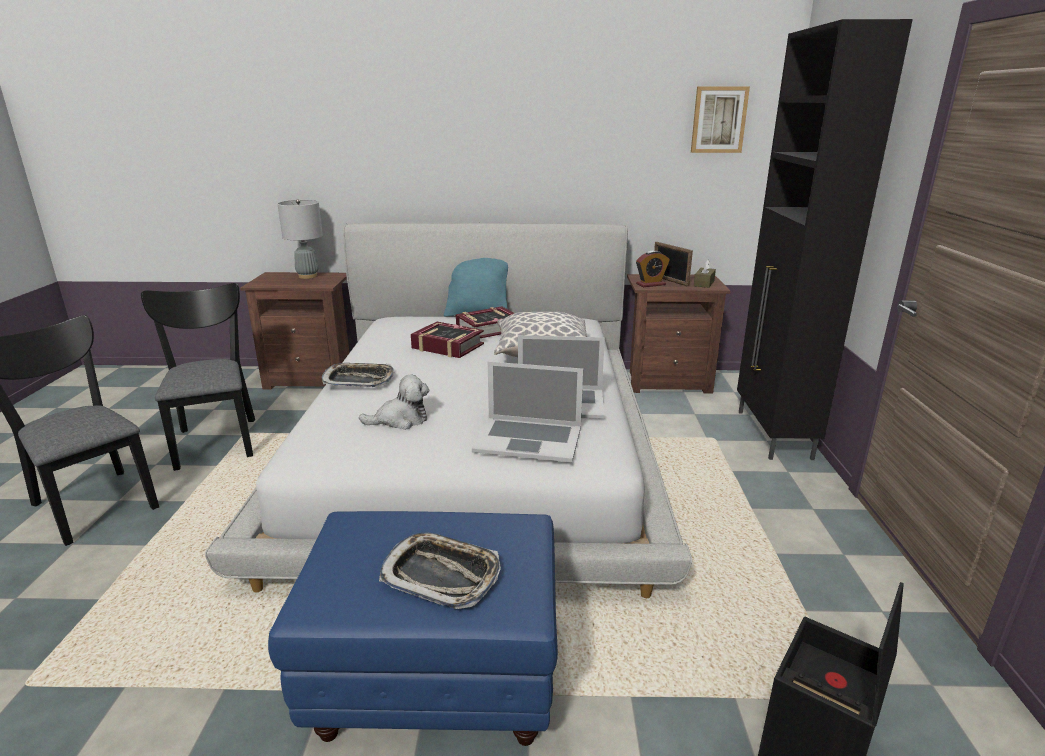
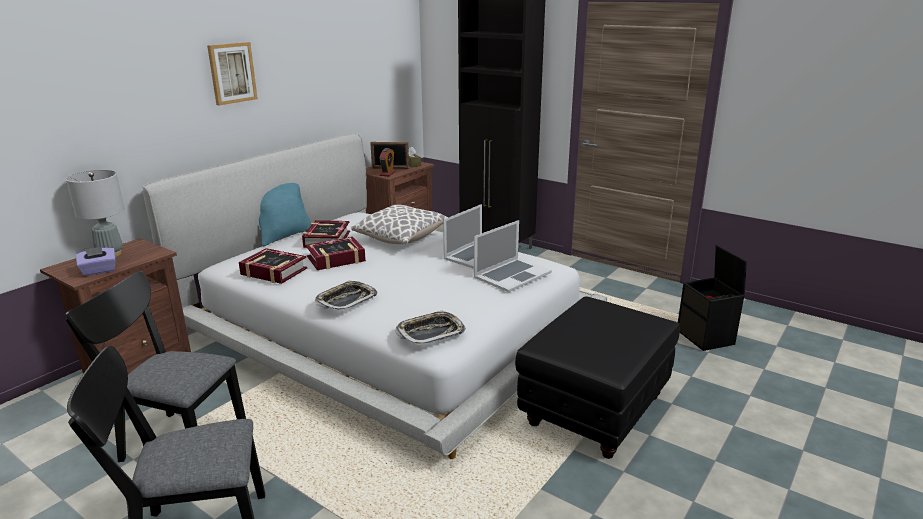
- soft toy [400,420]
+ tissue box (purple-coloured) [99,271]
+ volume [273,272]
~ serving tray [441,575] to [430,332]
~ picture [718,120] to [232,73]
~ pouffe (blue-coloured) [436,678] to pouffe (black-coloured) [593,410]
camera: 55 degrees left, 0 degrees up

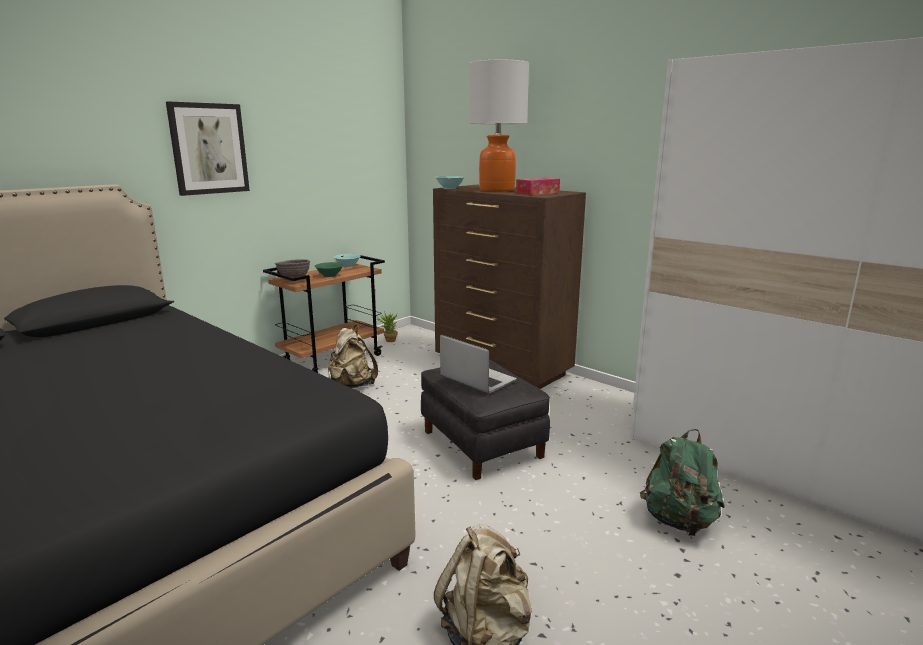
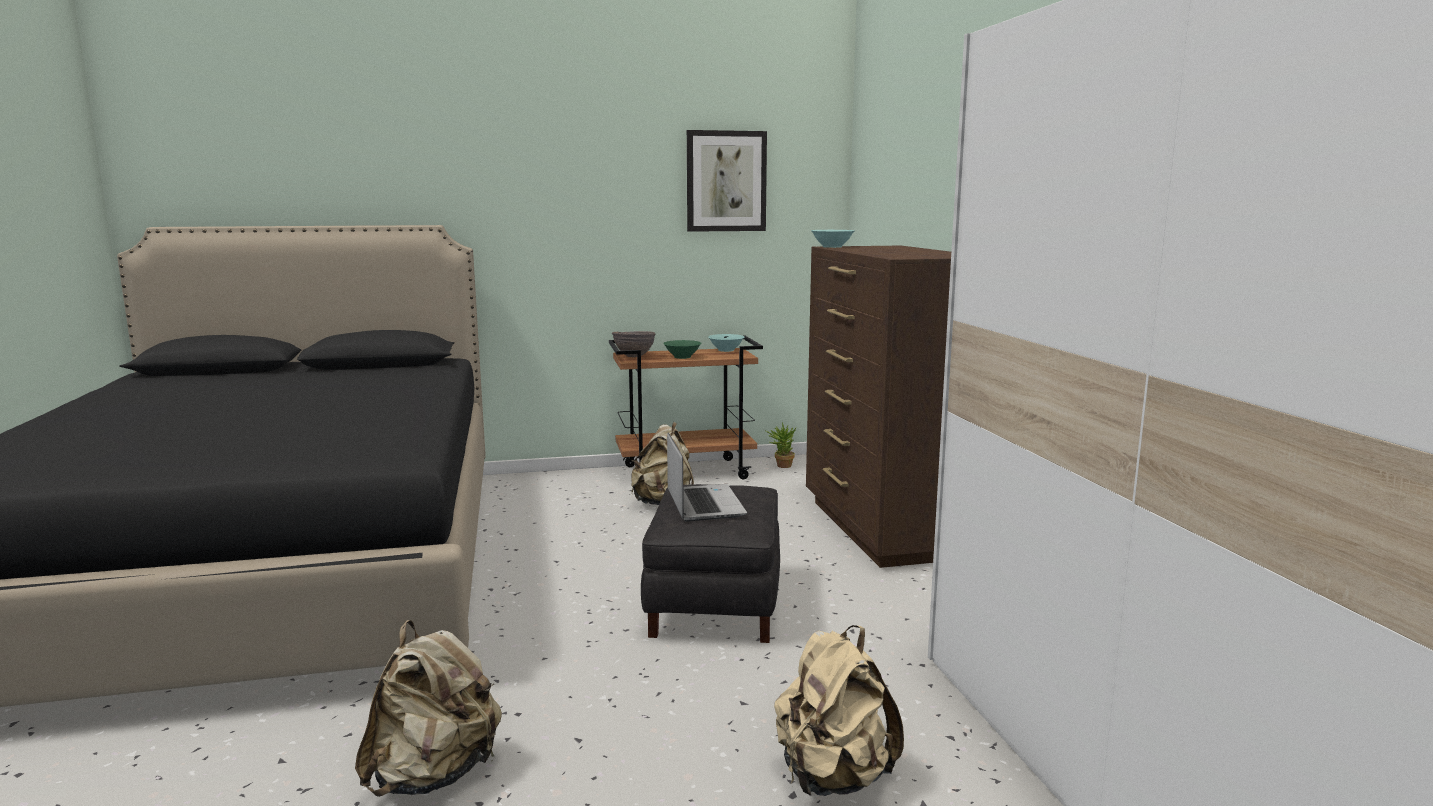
- tabletop lamp [497,190]
- tissue box [537,193]
~ picture [209,149] to [726,181]
~ rucksack (green-coloured) [679,521] to rucksack (beige) [833,777]
camera: 35 degrees right, 5 degrees down

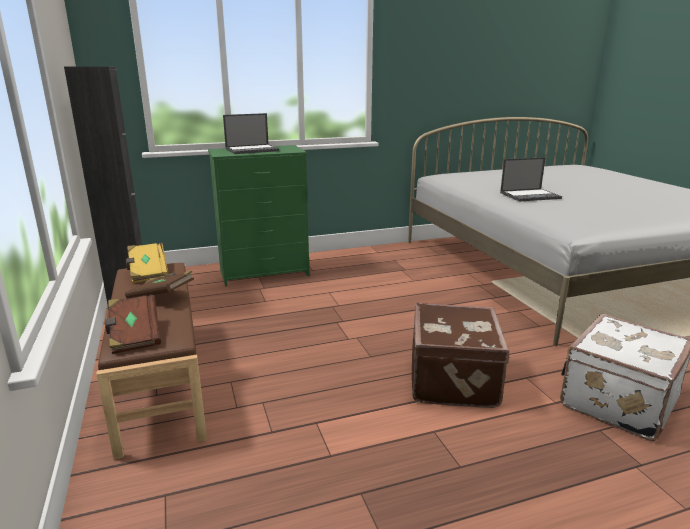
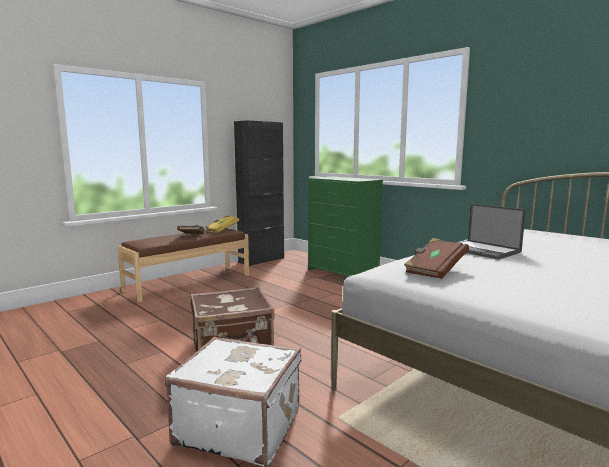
- portable computer [252,150]
~ volume (brown) [134,336] to [434,270]
camera: 65 degrees right, 10 degrees down

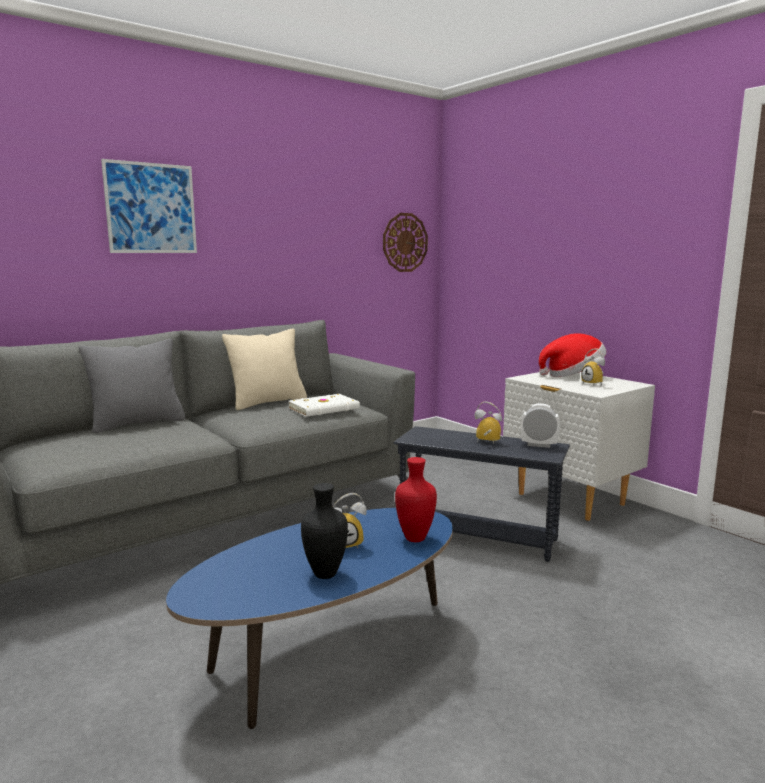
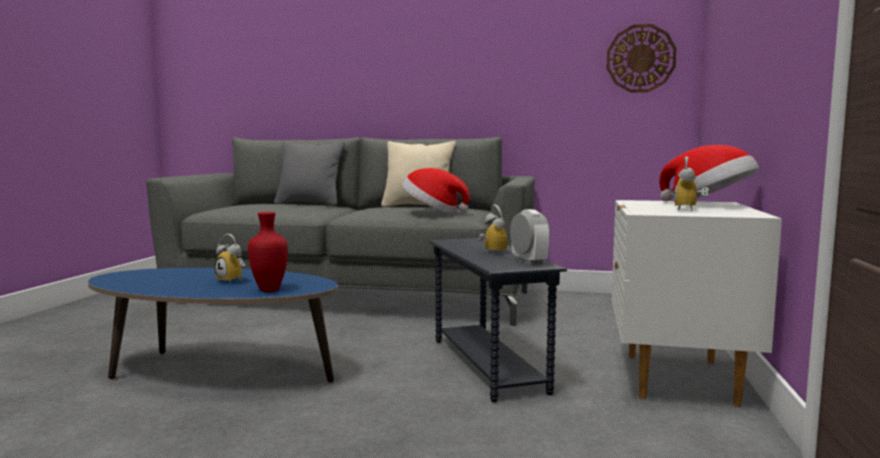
- picture [151,208]
- flower vase (black-coloured) [325,573]
~ volume (white) [325,409] to clothing hat [432,212]
camera: 50 degrees right, 5 degrees down

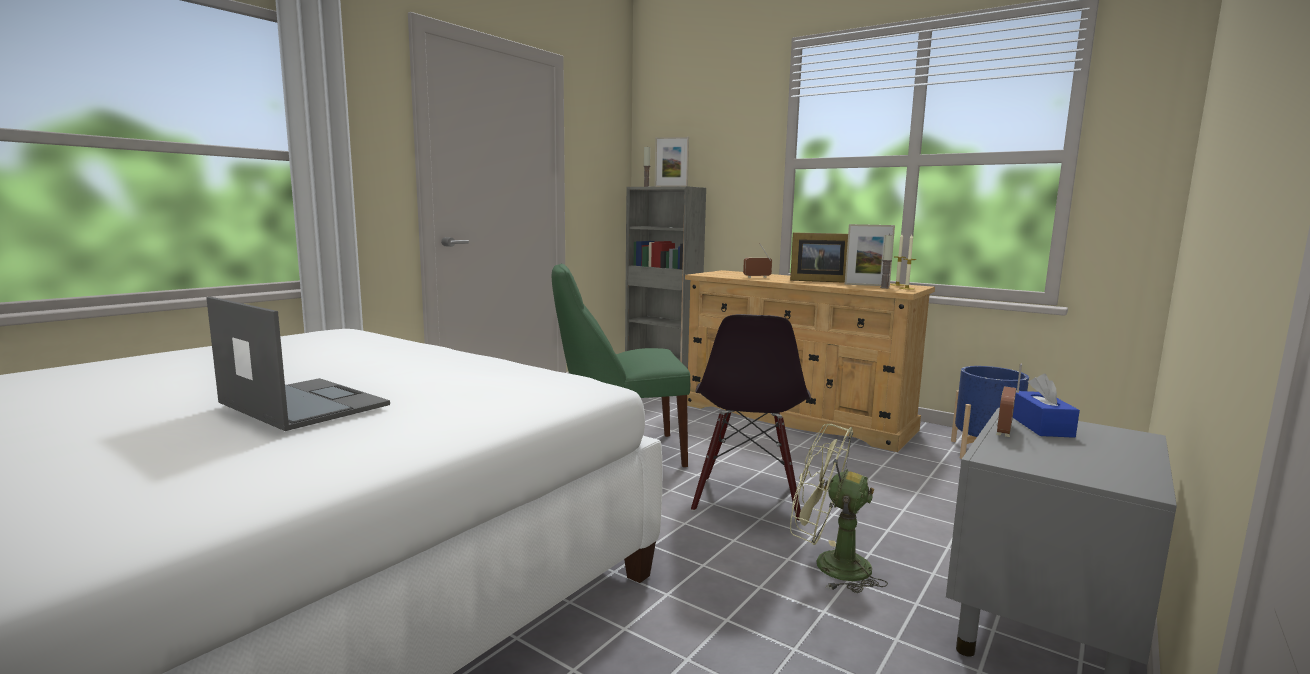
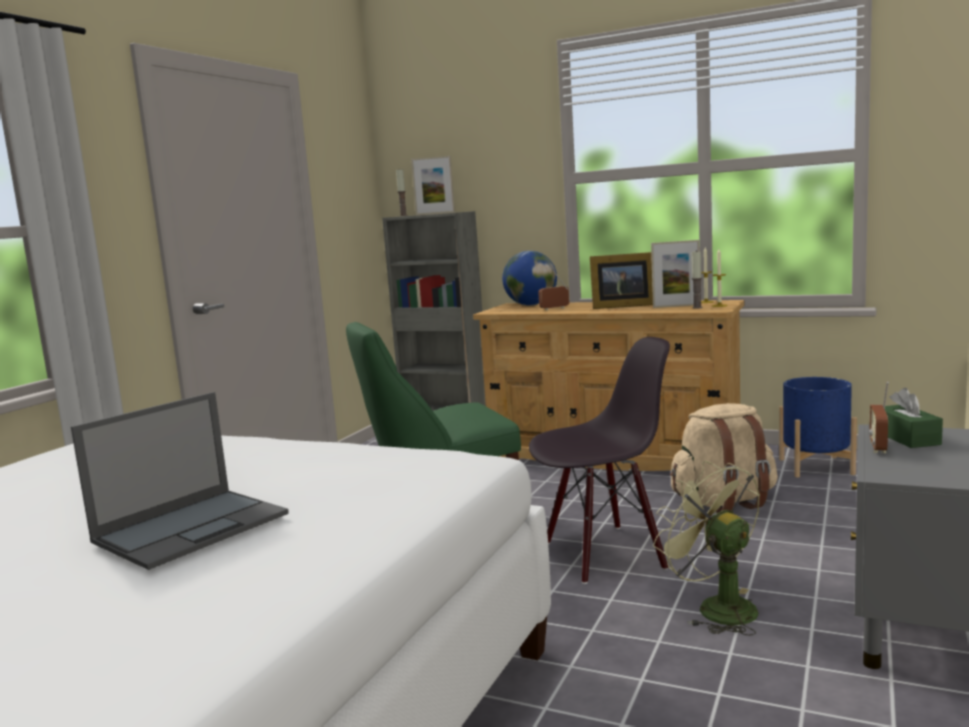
+ desk globe [531,305]
+ rucksack (beige) [725,502]
~ tissue box (blue-coloured) [1041,426] to tissue box (green-coloured) [907,438]
~ portable computer [302,404] = [193,527] 105 degrees clockwise
~ plain chair (black-coloured) [747,499] = [604,554] 105 degrees counterclockwise
~ electric fan (green-coloured) [829,565] = [716,607] 45 degrees clockwise
camera: 10 degrees left, 0 degrees up

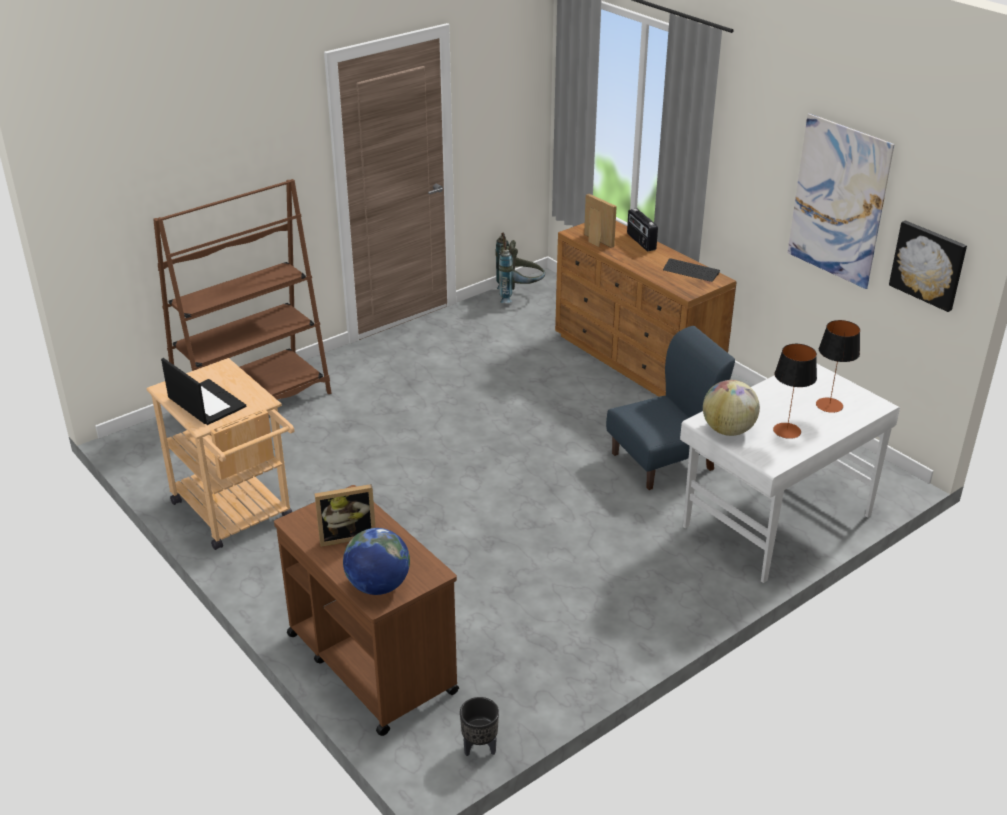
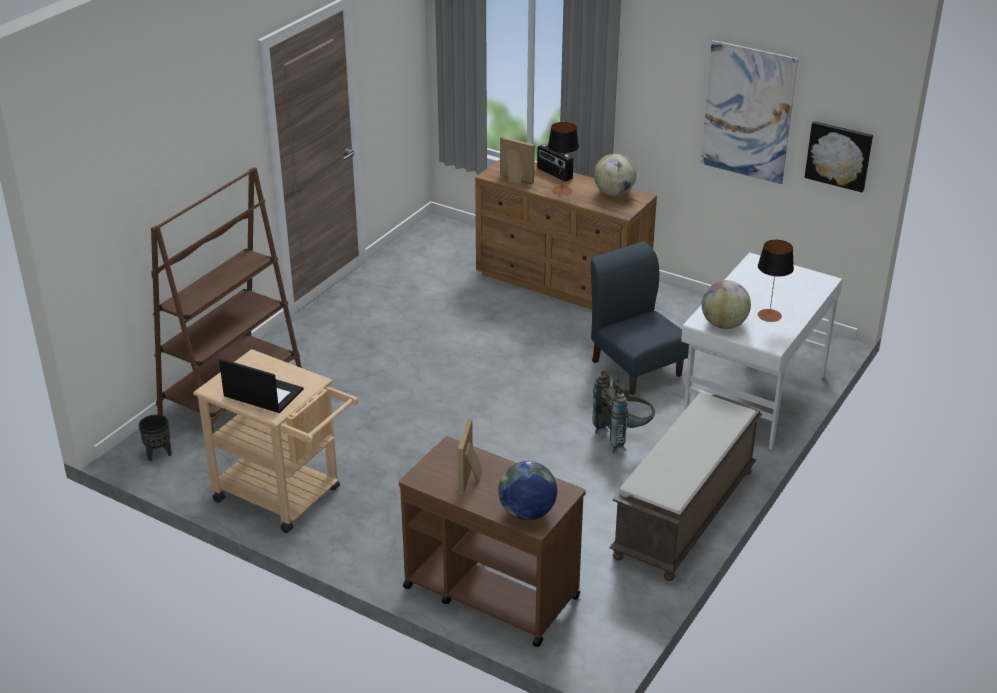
+ indoor bench (brown) [685,514]
~ plant pot (black-coloured) [479,747] to [158,454]
~ rucksack (gray) [519,295] to [623,437]
~ tabletop lamp [829,405] to [562,191]
~ computer keyboard [691,271] to desk globe [614,193]
~ photo frame [347,535] = [471,479] 135 degrees clockwise
~ plain chair (blue-coloured) [663,461] = [636,367] 75 degrees counterclockwise
camera: 20 degrees left, 0 degrees up

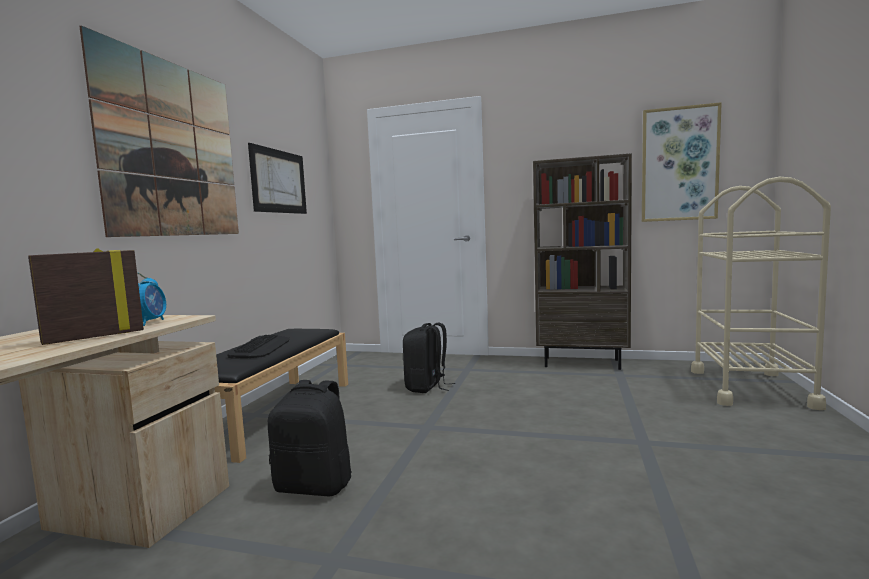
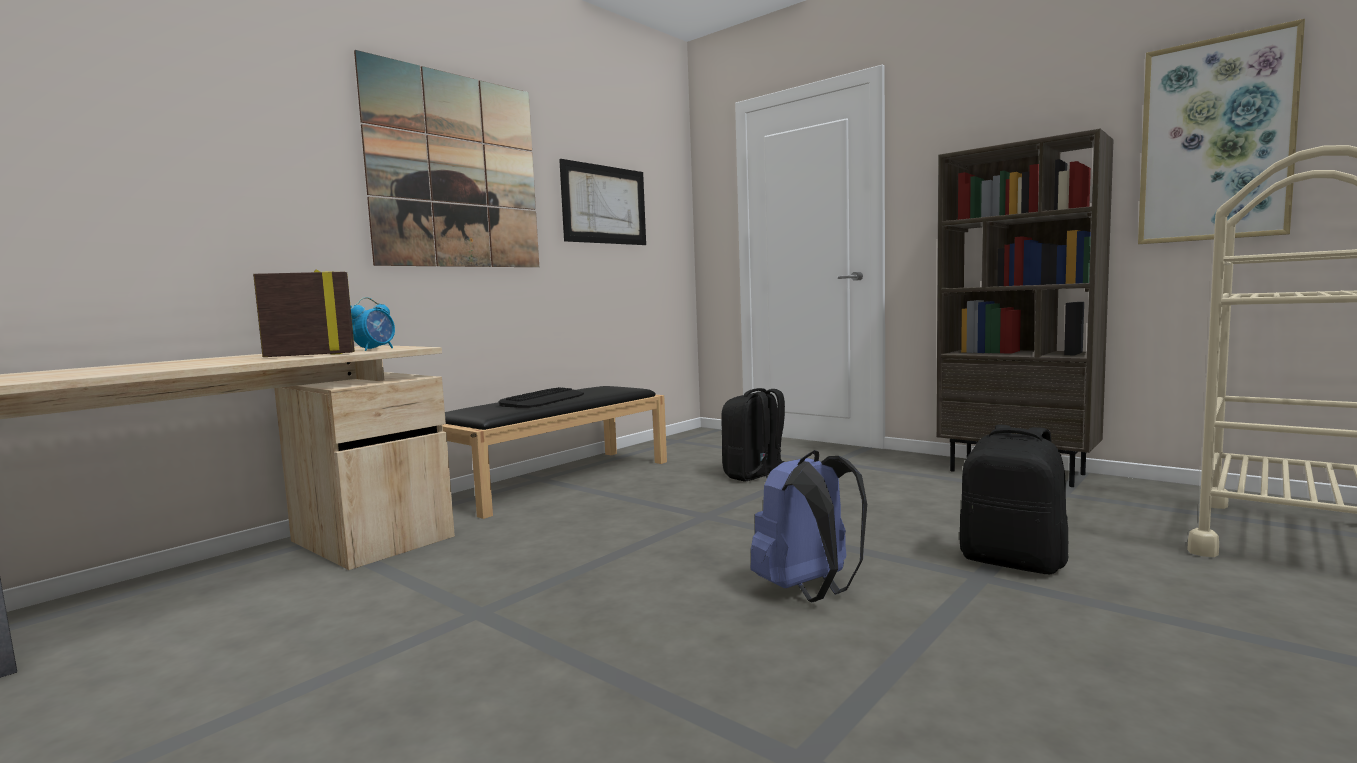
+ rucksack (blue-coloured) [809,591]
~ rucksack (black-coloured) [315,486] to [1013,561]
camera: 25 degrees right, 0 degrees up

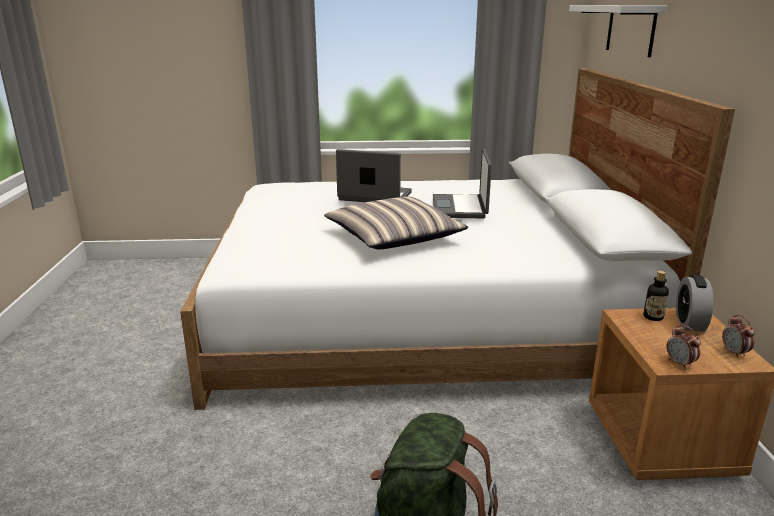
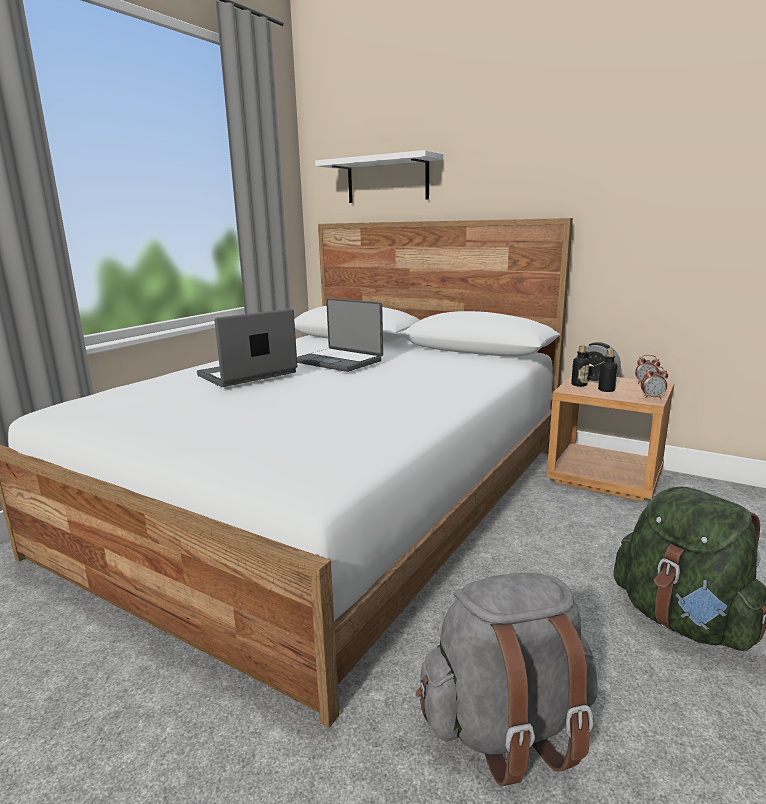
- cushion [394,237]
+ rucksack (gray) [507,728]
+ drink bottle [606,390]
camera: 55 degrees left, 5 degrees down

